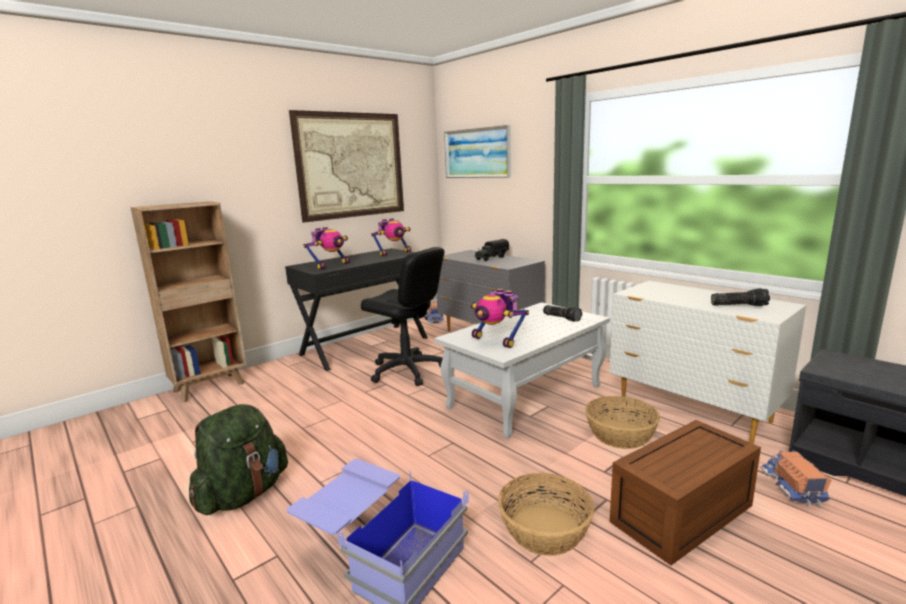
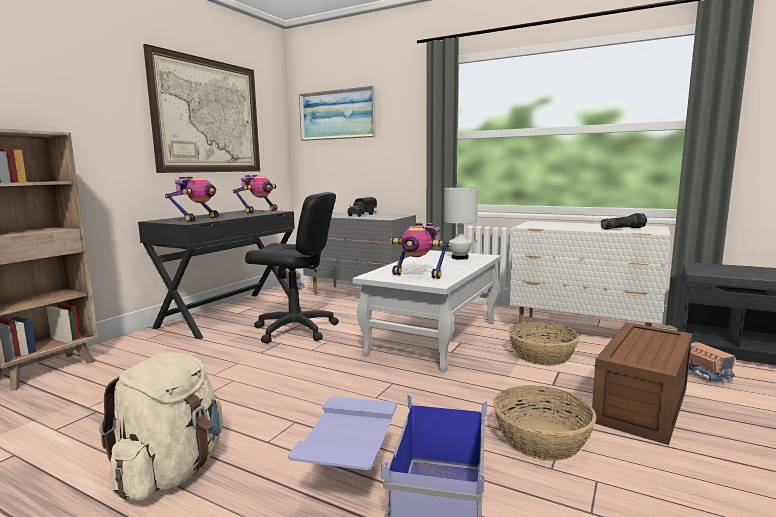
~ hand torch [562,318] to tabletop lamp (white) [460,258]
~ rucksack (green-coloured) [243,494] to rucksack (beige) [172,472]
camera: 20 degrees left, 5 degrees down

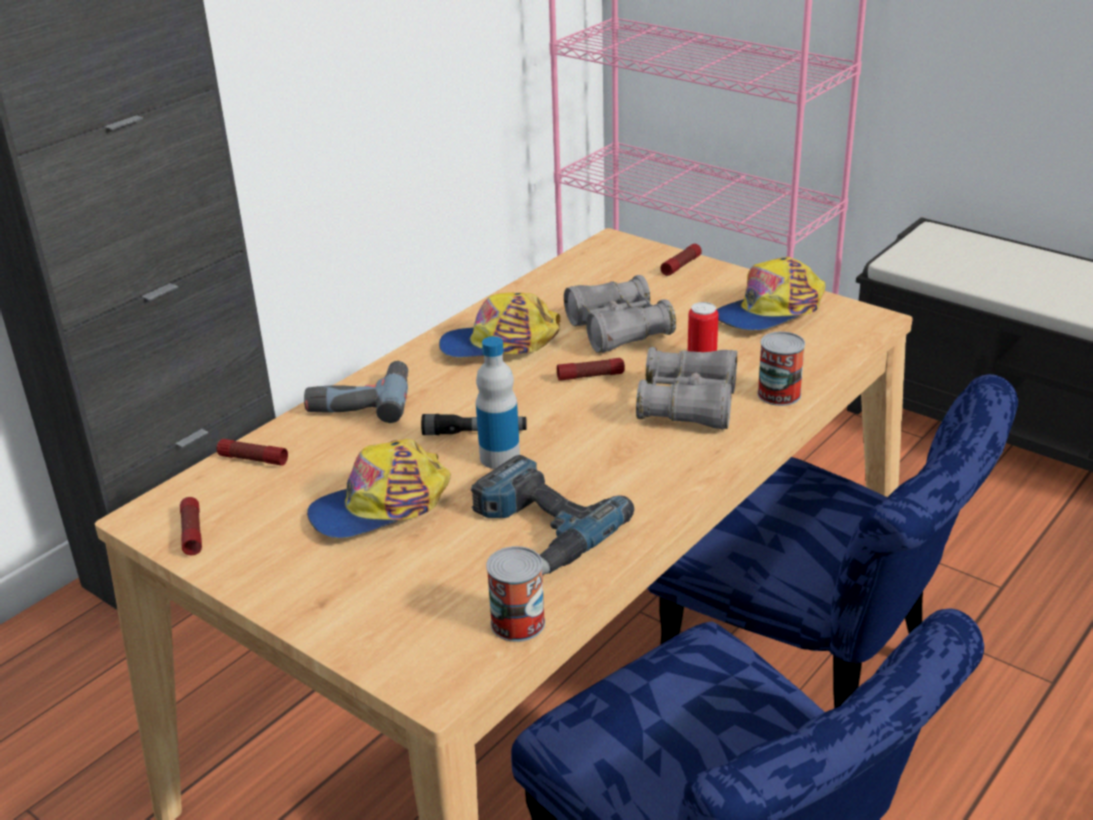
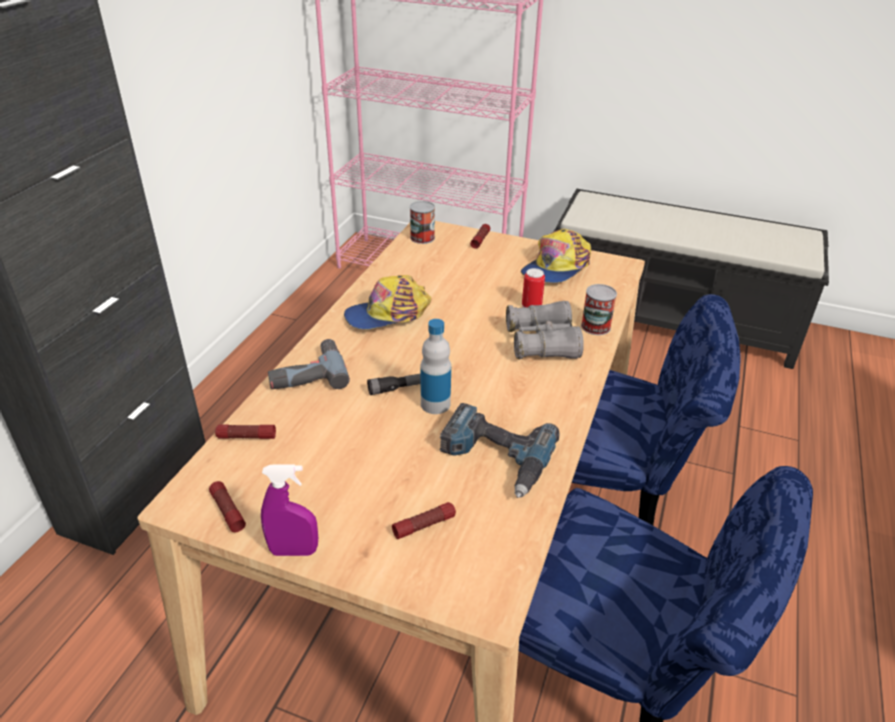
- peaked cap [382,507]
- pair of binoculars (gray) [618,330]
+ hand sprayer (purple-coloured) [294,551]
~ metal can [518,623] to [422,238]
~ hand torch [590,376] to [424,525]
camera: 20 degrees left, 5 degrees up

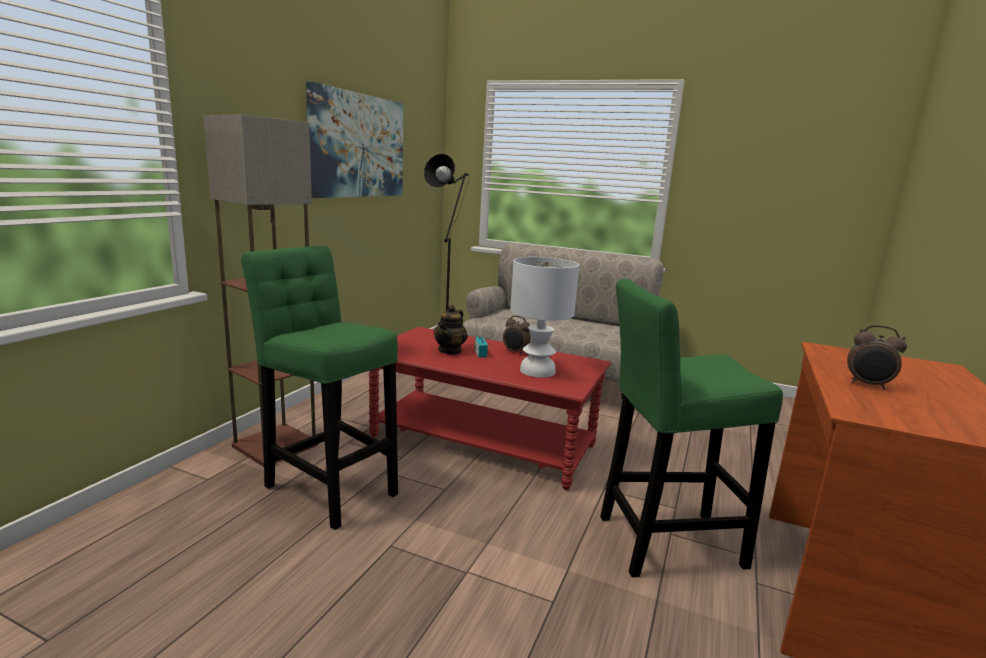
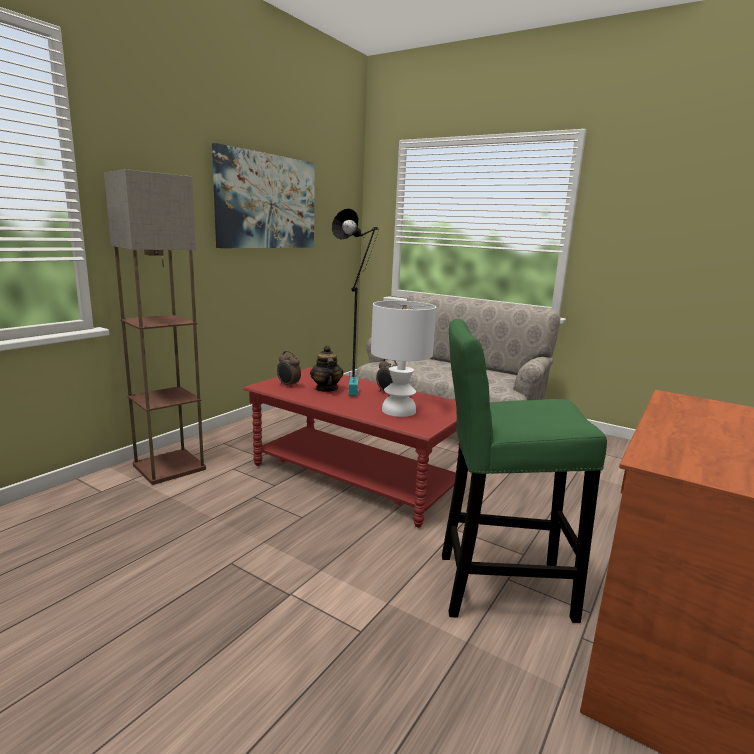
- stool (green-coloured) [328,486]
~ bedside clock [868,385] to [288,385]
~ teapot [450,351] = [326,389] 135 degrees clockwise
camera: 10 degrees right, 0 degrees up

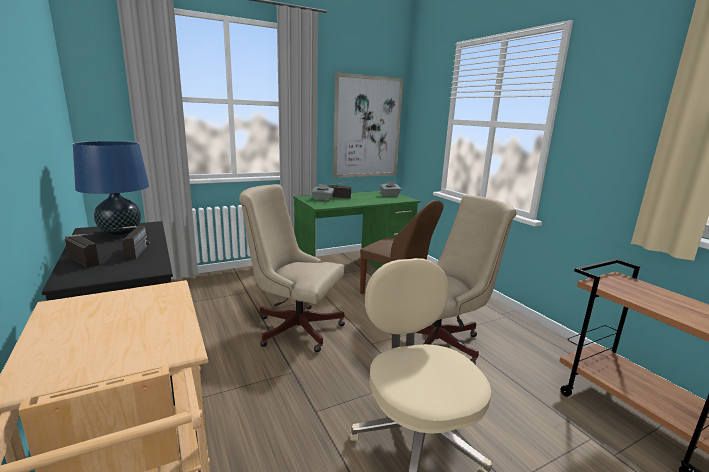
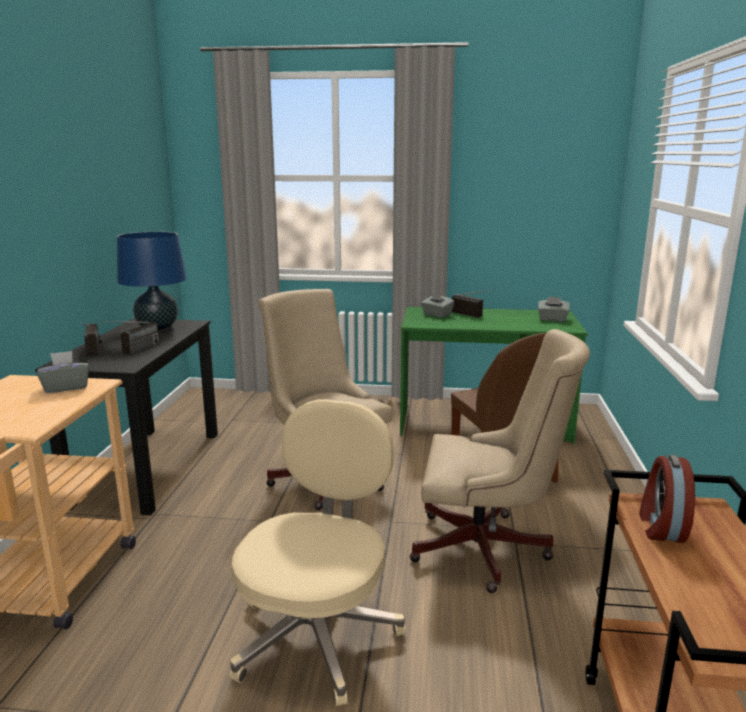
- picture [367,127]
+ tissue box (gray) [66,387]
+ bedside clock [661,527]
camera: 35 degrees right, 0 degrees up

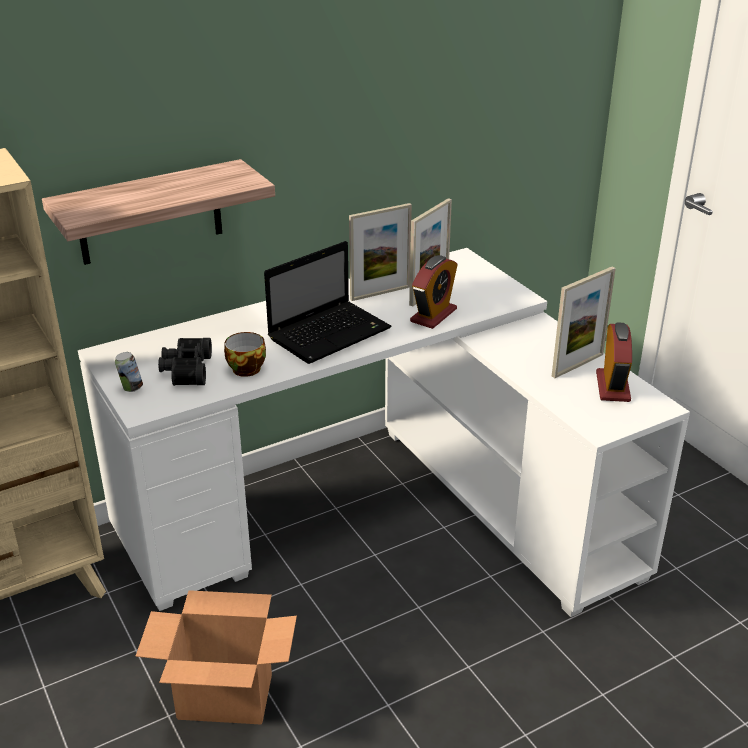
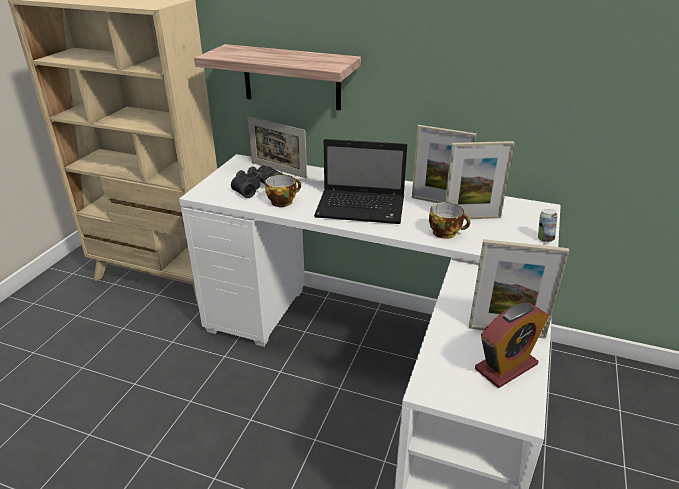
- packing box [224,697]
+ photo frame [278,170]
~ metal can [131,388] to [544,239]
~ bedside clock [433,315] to drinking cup [446,232]
camera: 50 degrees right, 0 degrees up

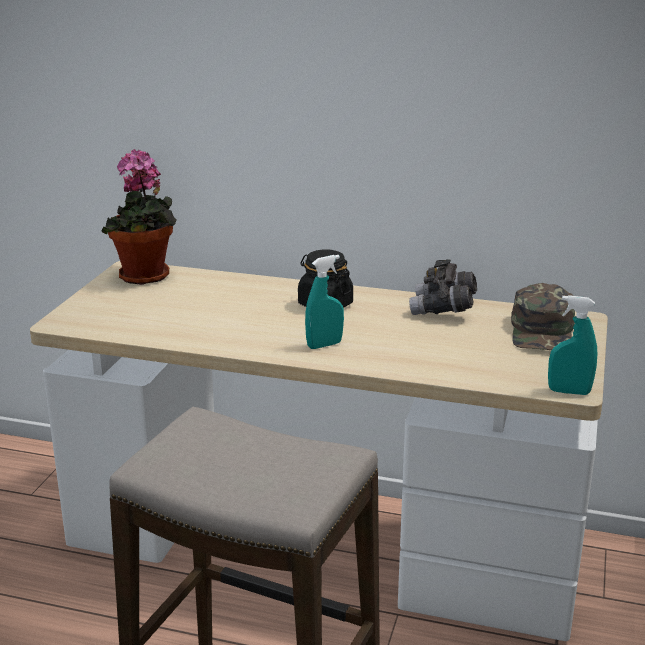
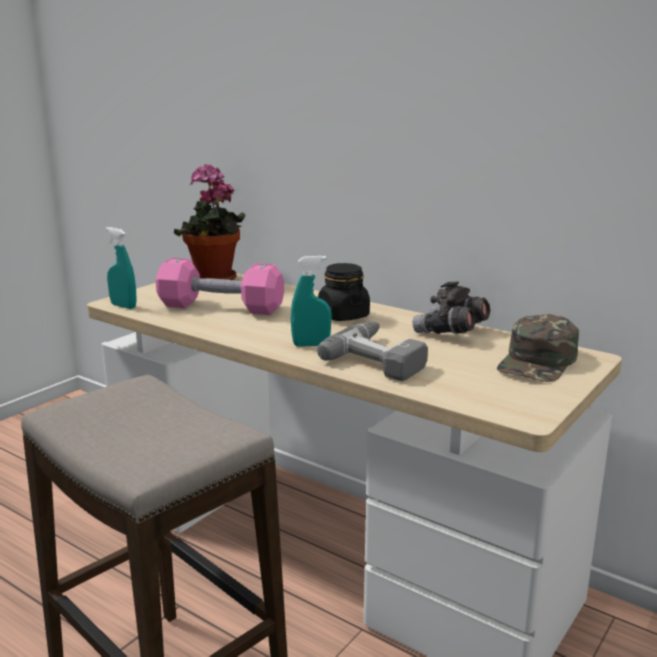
+ free weight (pink) [221,308]
+ electric drill [381,358]
~ hand sprayer (blue-green) [569,392] to [123,306]
camera: 20 degrees right, 5 degrees down

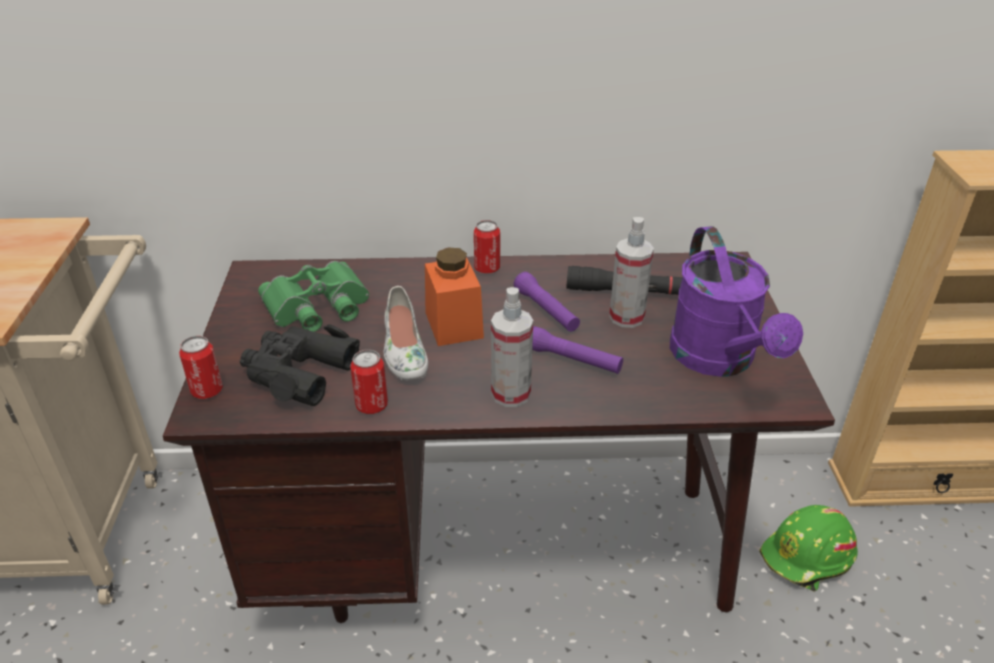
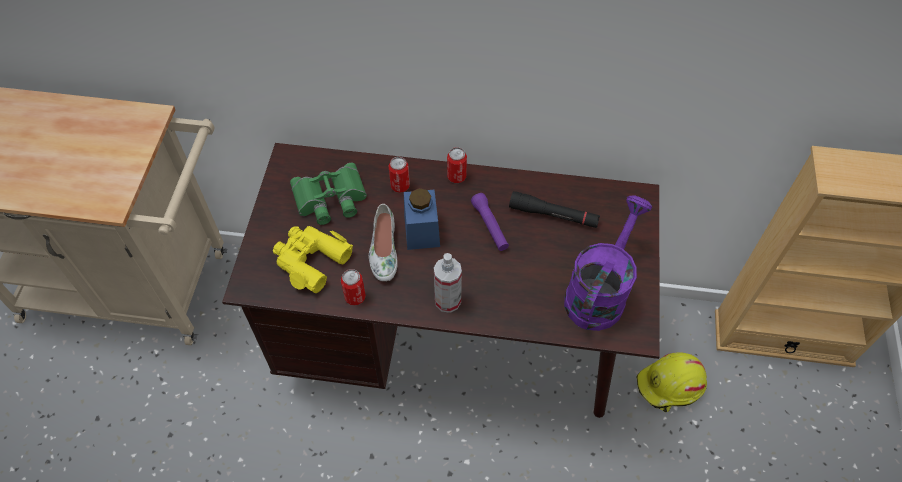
- hand torch (purple-coloured) [574,360]
- hand sprayer [626,317]
~ metal can [207,391] to [400,186]
~ pair of binoculars (black-coloured) [297,372] to pair of binoculars (yellow-coloured) [310,260]
~ jar (orange) [454,325] to jar (blue-coloured) [422,231]
~ work helmet (green-coloured) [808,557] to work helmet (yellow-coloured) [670,385]
~ sprinkling can (purple-coloured) [719,360] = [599,292] 150 degrees counterclockwise
camera: 10 degrees right, 20 degrees up

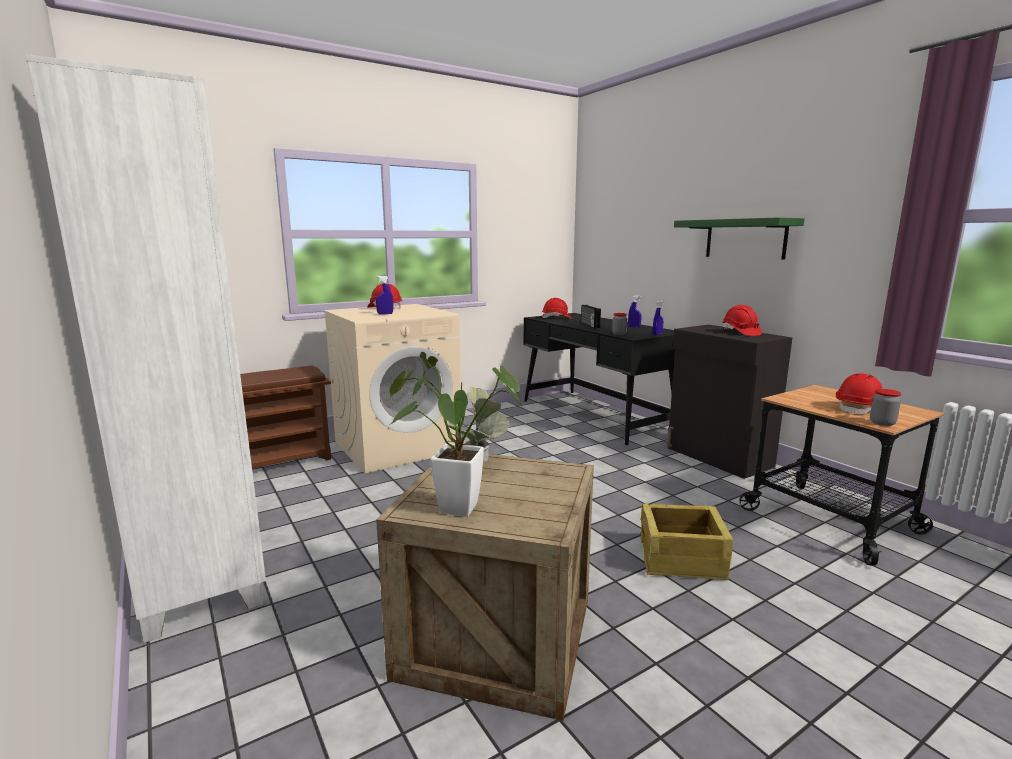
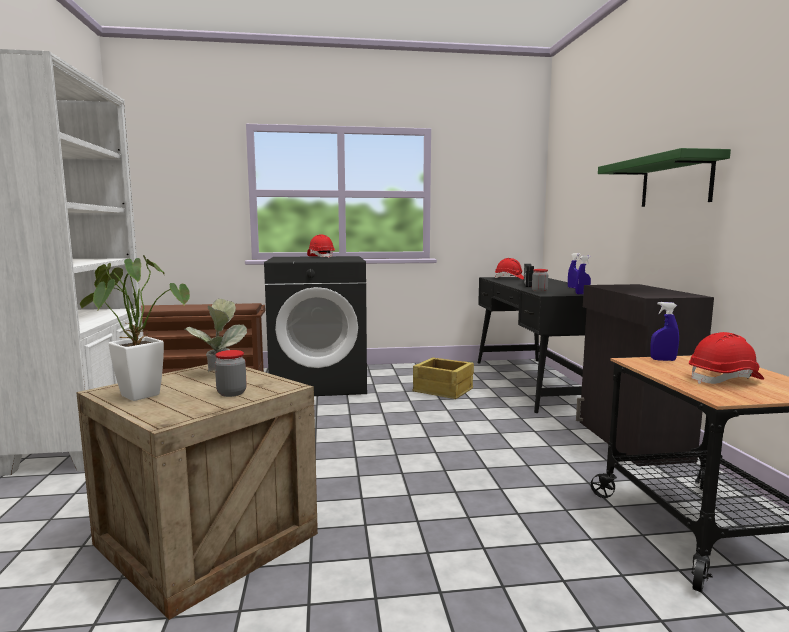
- work helmet (red-coloured) [740,332]
~ hand sprayer (blue-coloured) [385,314] to [663,360]
~ crate [682,559] to [443,390]
~ jar [882,423] to [231,393]
~ laundry machine (beige) [398,446] to laundry machine (black-coloured) [320,383]
camera: 25 degrees right, 5 degrees down

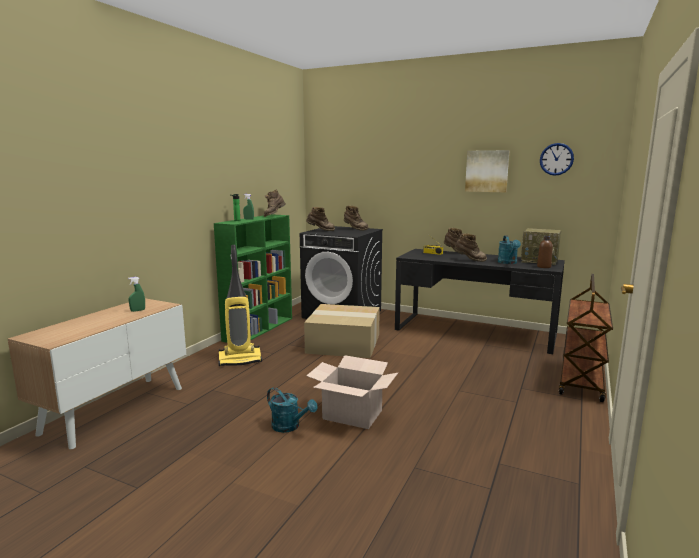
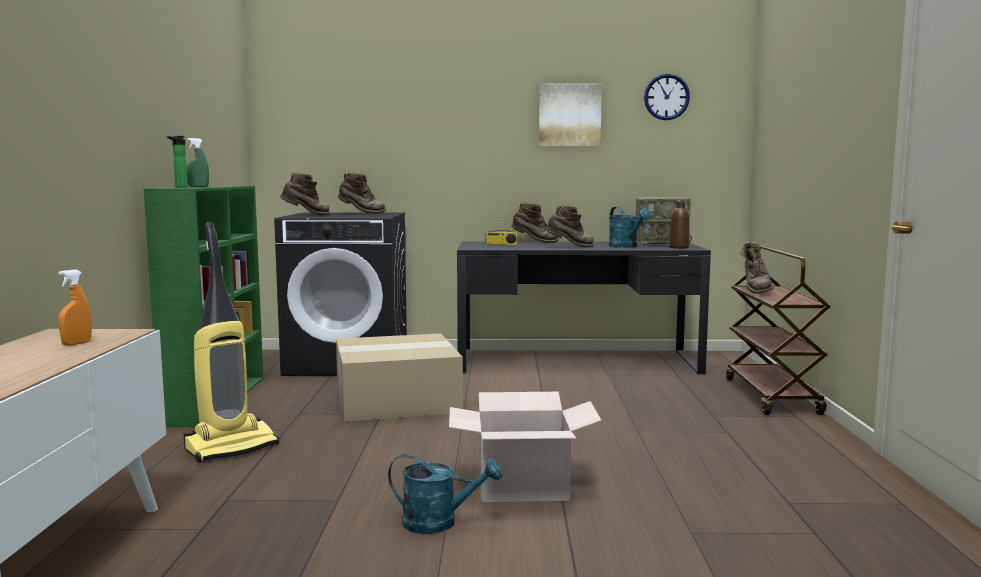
~ boot (brown) [274,216] to [755,290]
~ hand sprayer (green-coloured) [138,310] to hand sprayer (orange) [76,343]
camera: 25 degrees left, 5 degrees down

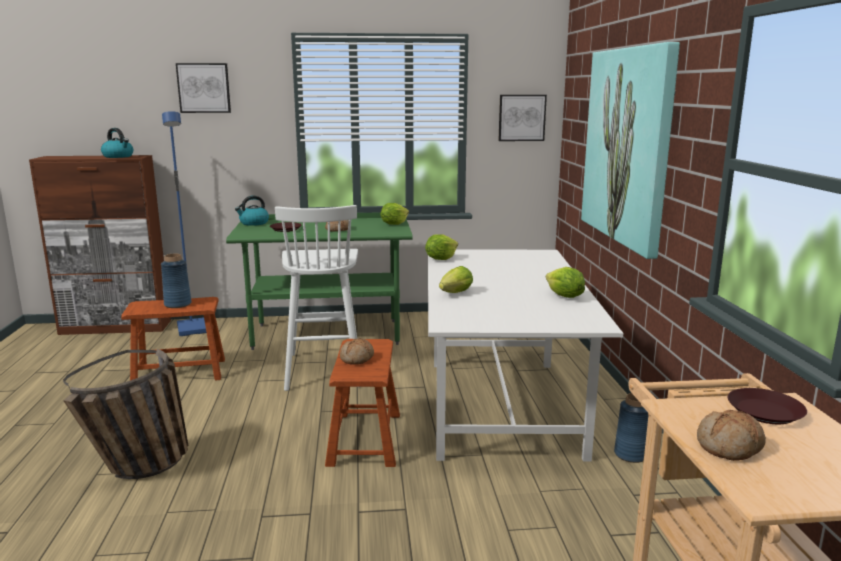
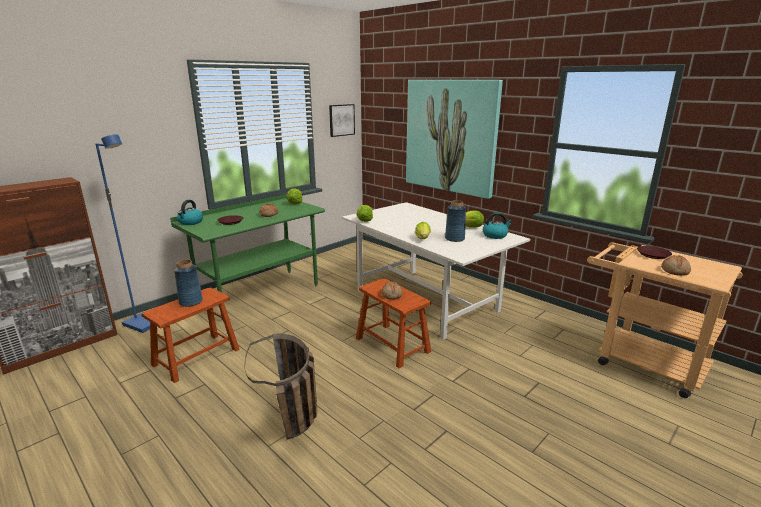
- picture [204,88]
- stool (white) [324,369]
~ kettle [118,156] to [495,235]
~ flower vase (blue-coloured) [631,454] to [454,238]
camera: 40 degrees left, 5 degrees up

